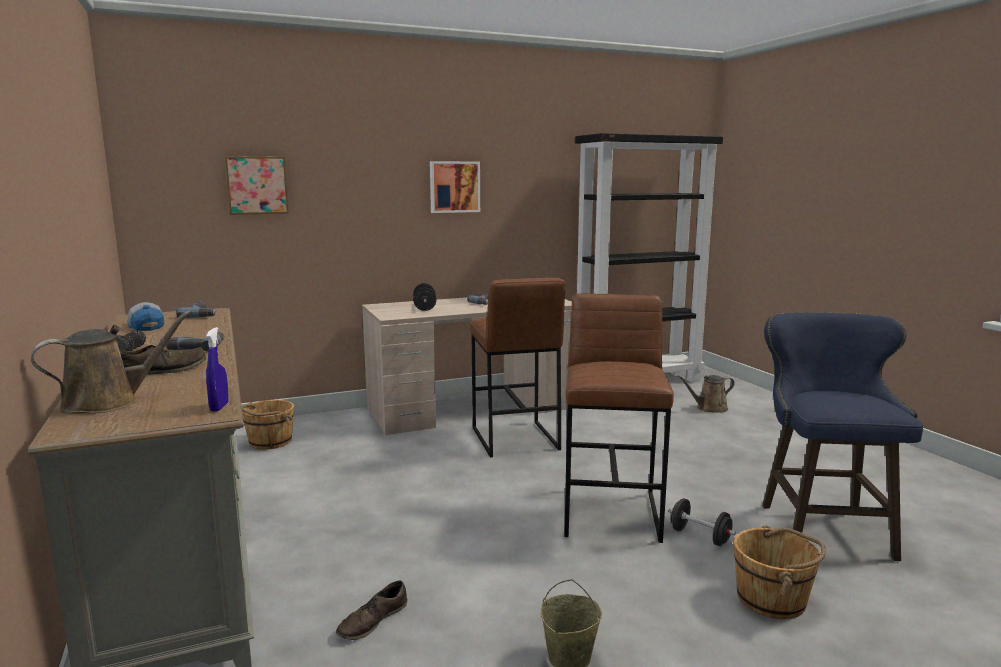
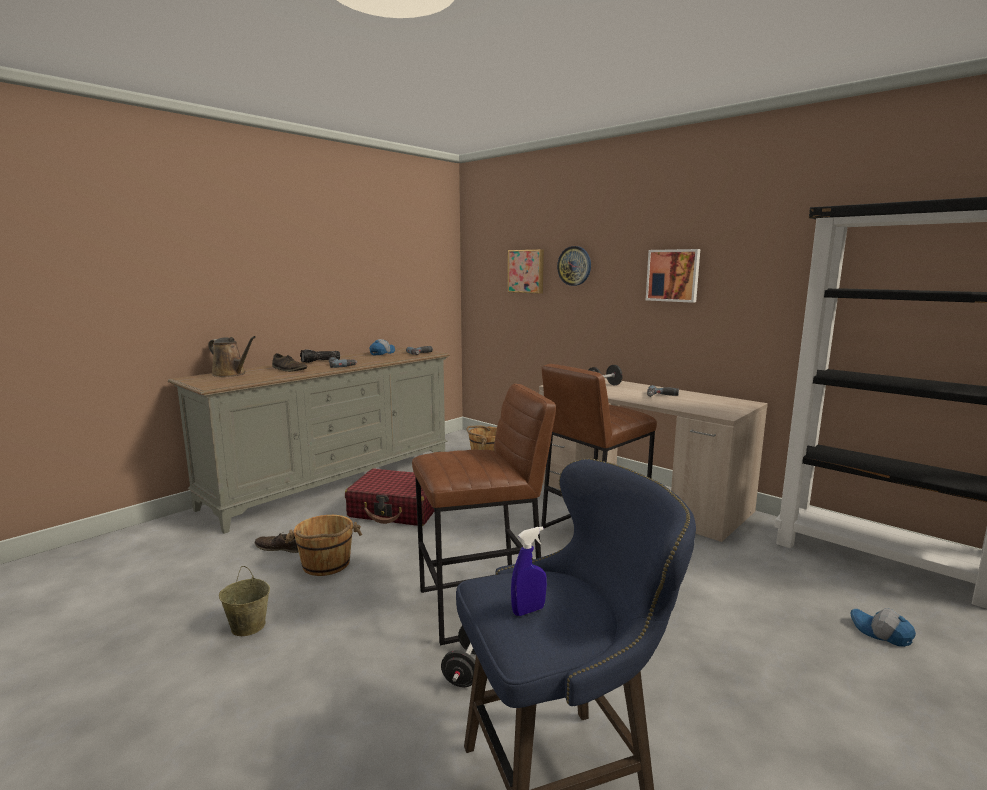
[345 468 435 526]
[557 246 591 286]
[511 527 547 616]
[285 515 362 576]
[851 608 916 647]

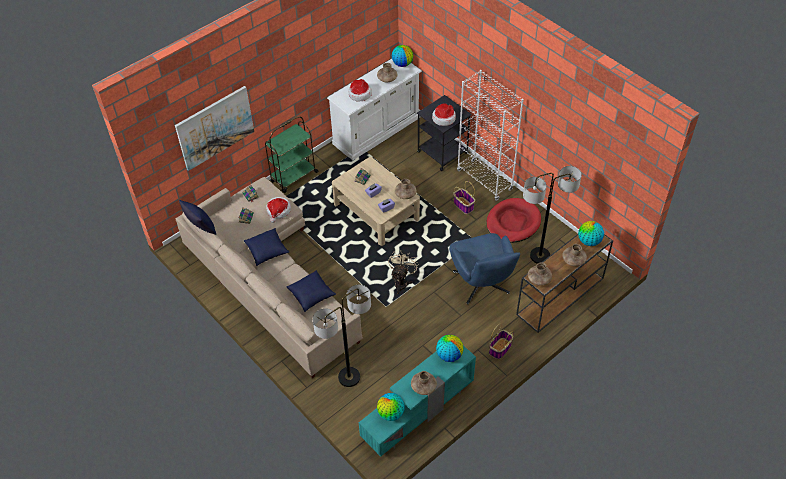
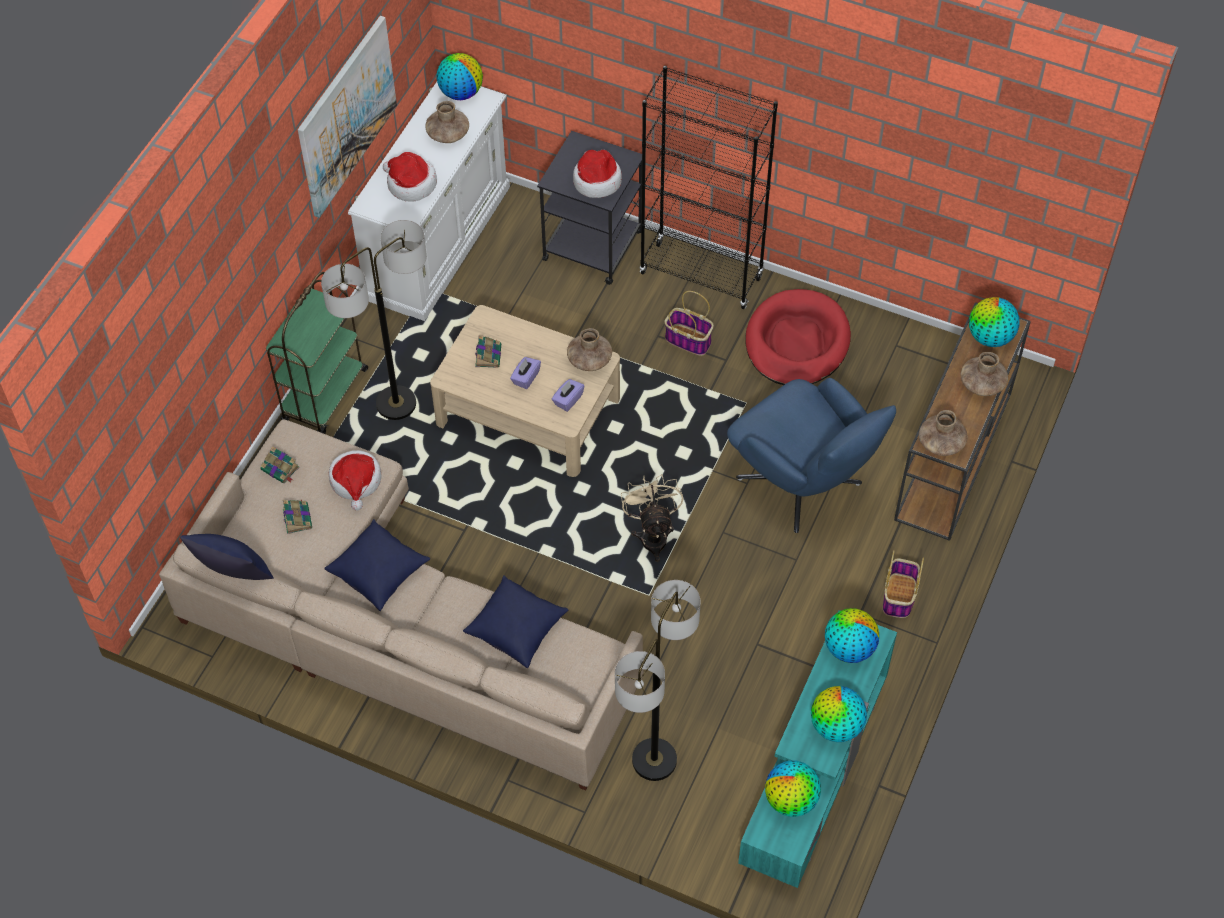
[298 16 397 218]
[321 220 427 420]
[811 686 867 742]
[640 66 778 309]

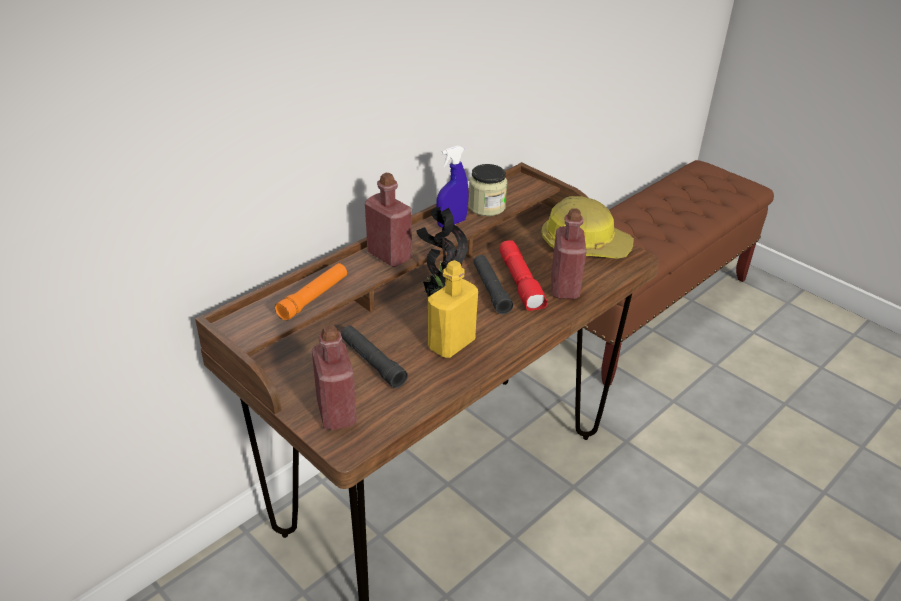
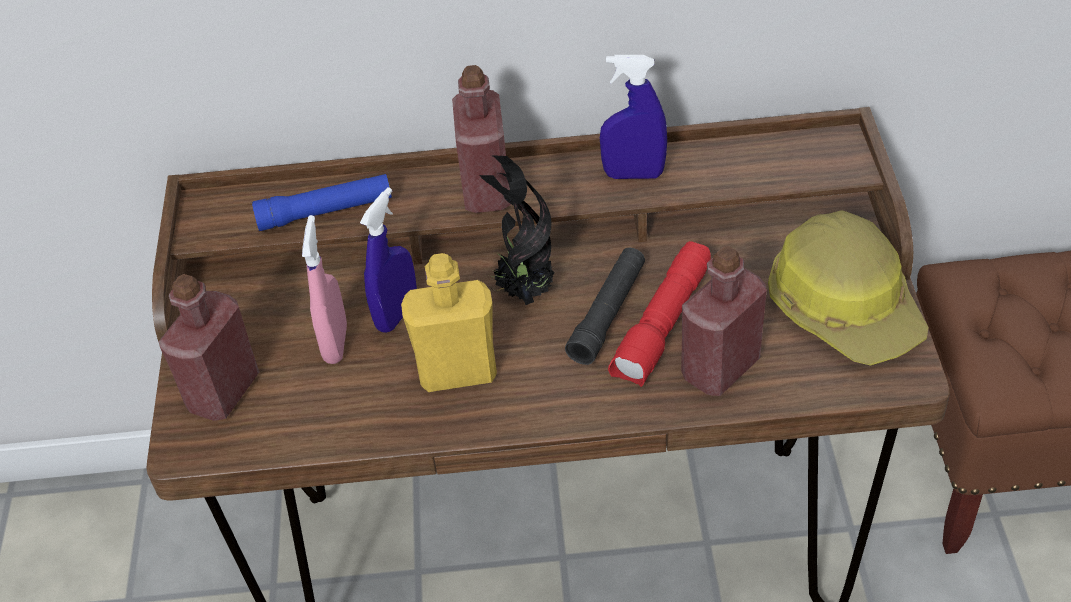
[468 164 507 216] (first image)
[360 187 417 333]
[302 215 347 364]
[252 174 392 231]

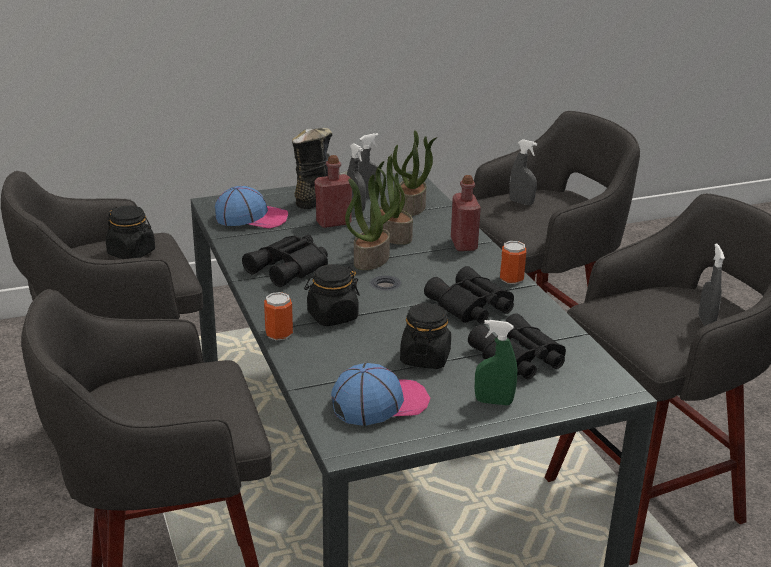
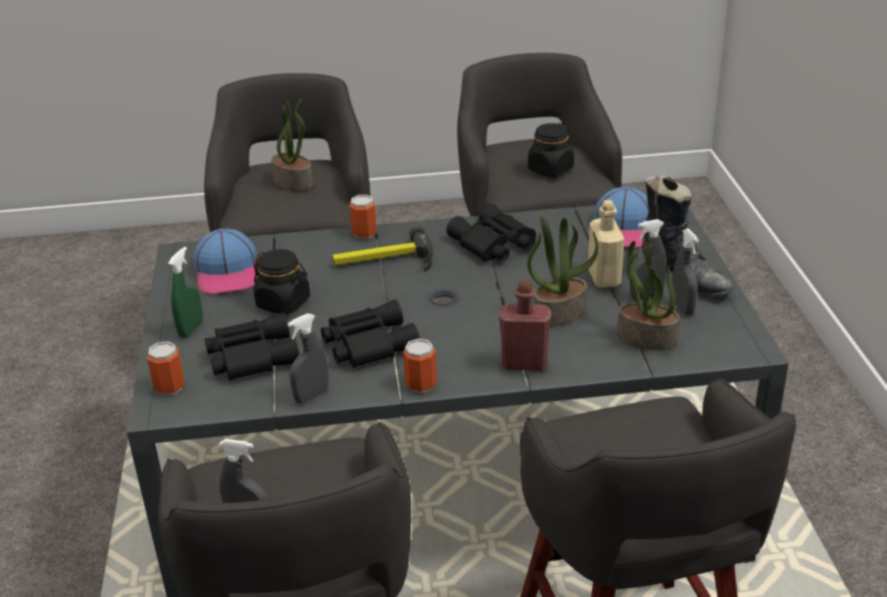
[147 341 184 395]
[271 99 313 191]
[287 313 329 404]
[332 226 433 272]
[588 200 624 288]

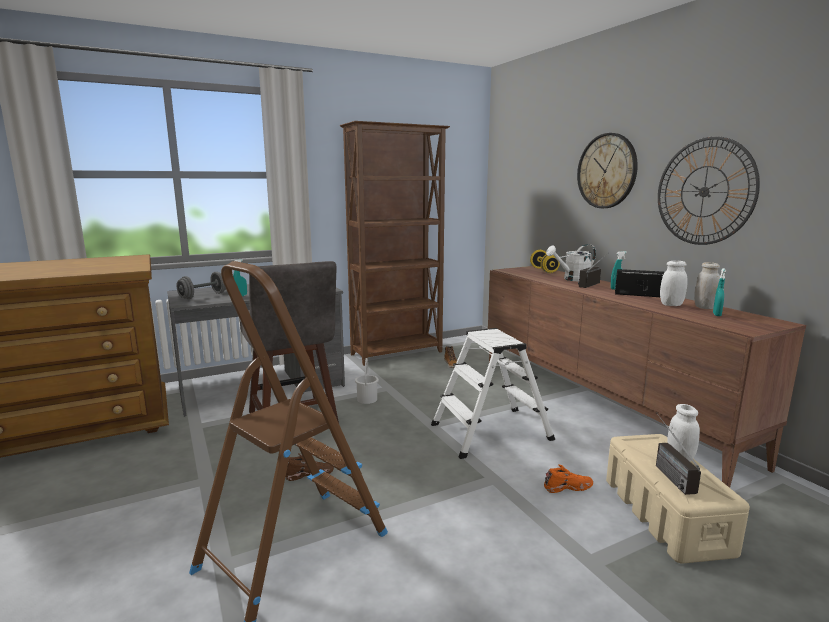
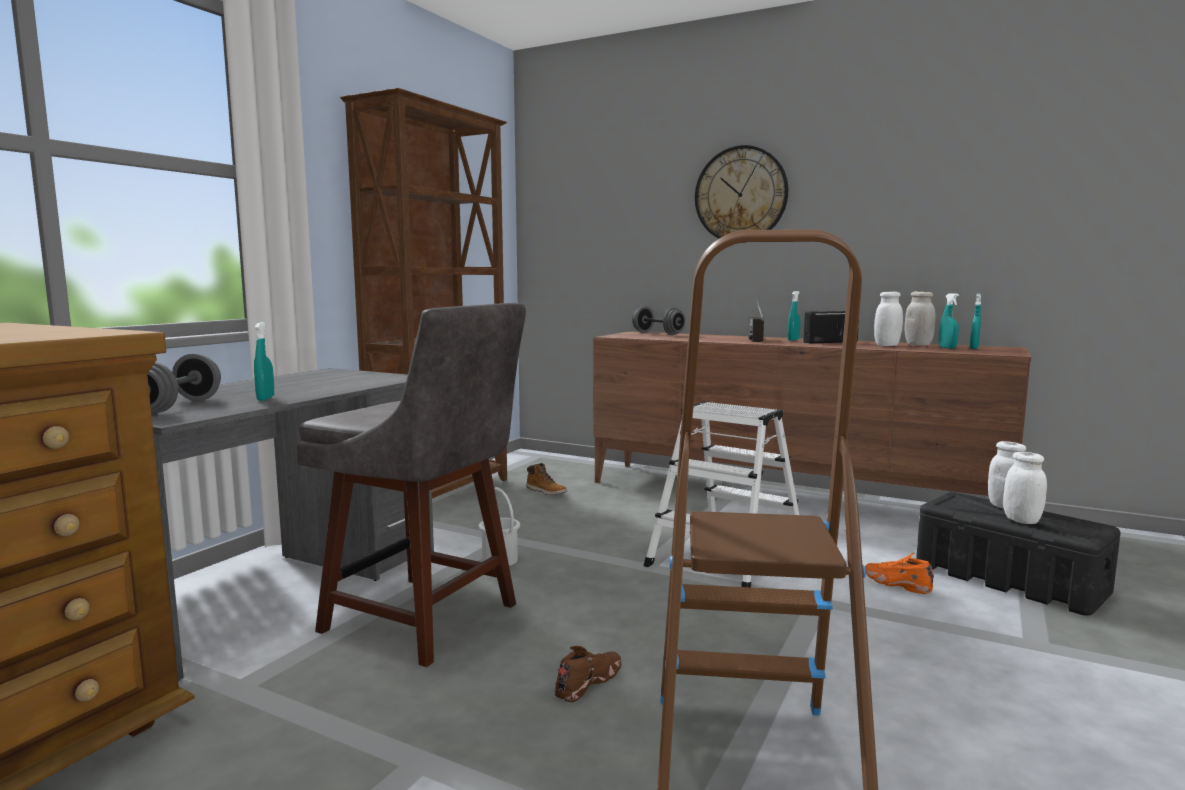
[546 244 596 282] (first image)
[658 136 760 245] (first image)
[970 294 981 349]
[1003 452 1047 524]
[632 306 686 335]
[916 492 1121 616]
[865 552 934 594]

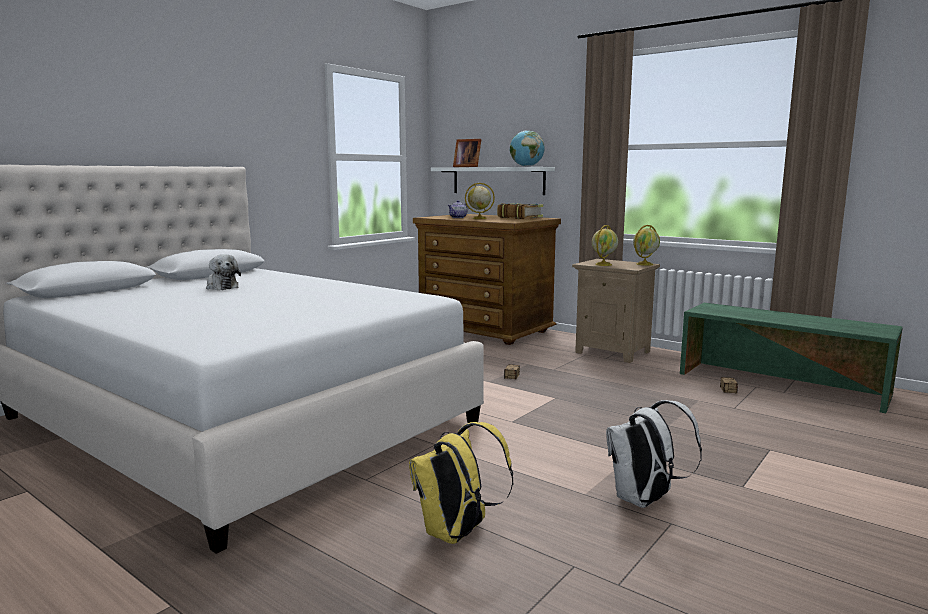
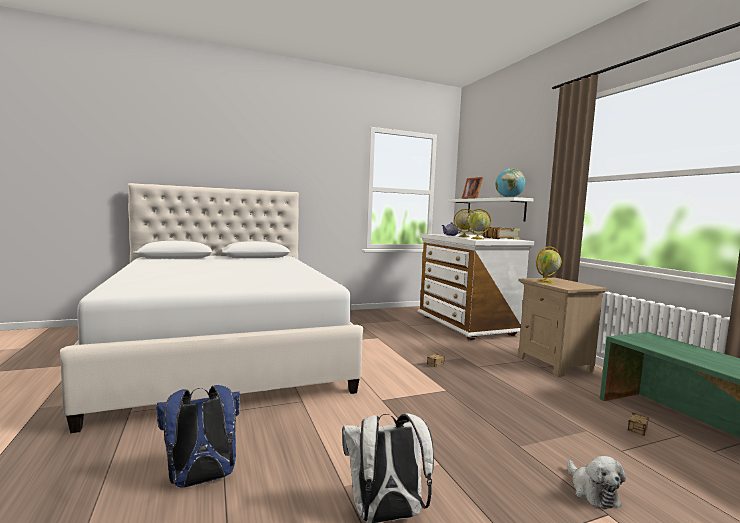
[567 456 626 509]
[466 209 491 240]
[156 385 240 488]
[417 234 534 340]

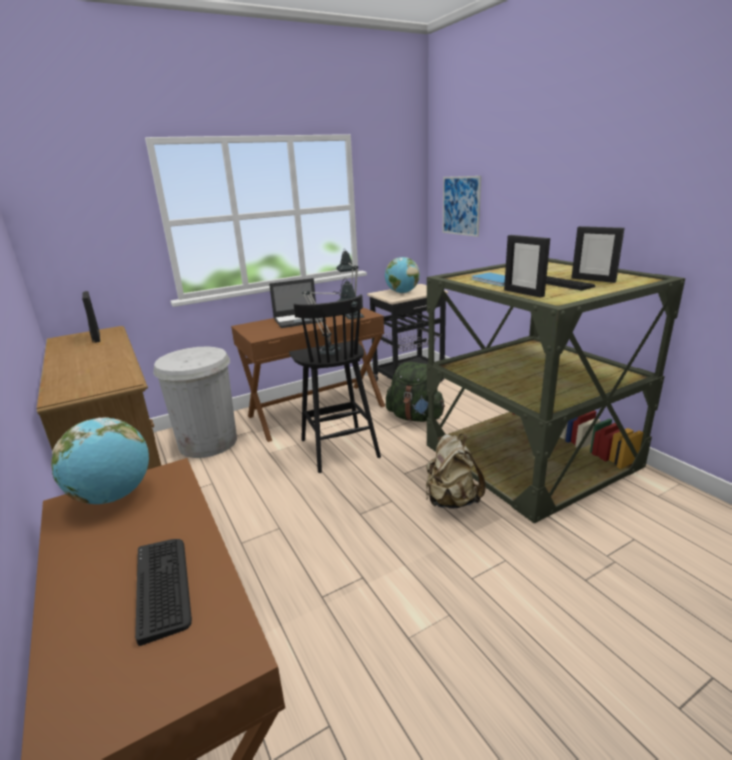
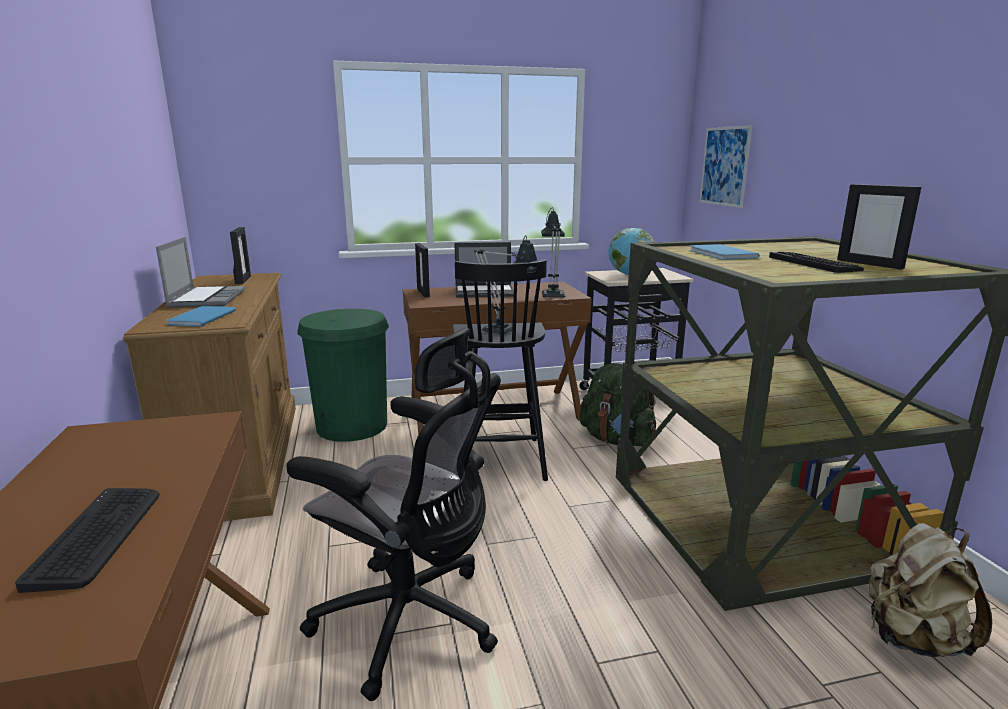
[51 417 149 504] (first image)
[156 237 245 308]
[166 306 236 326]
[287 327 501 701]
[868 523 992 657]
[415 243 430 297]
[297 309 389 442]

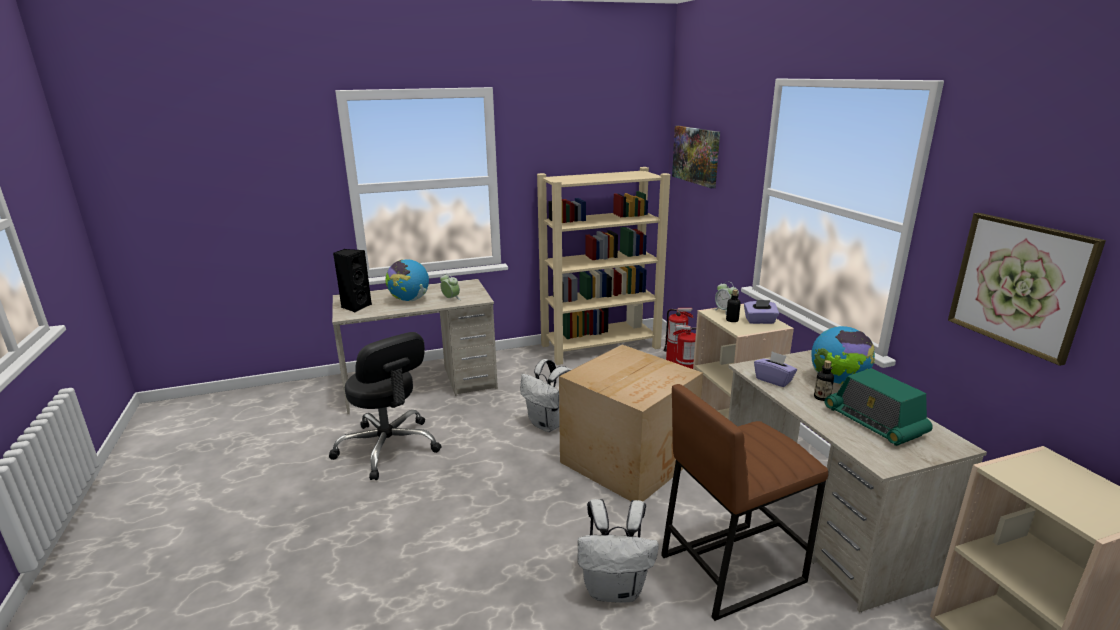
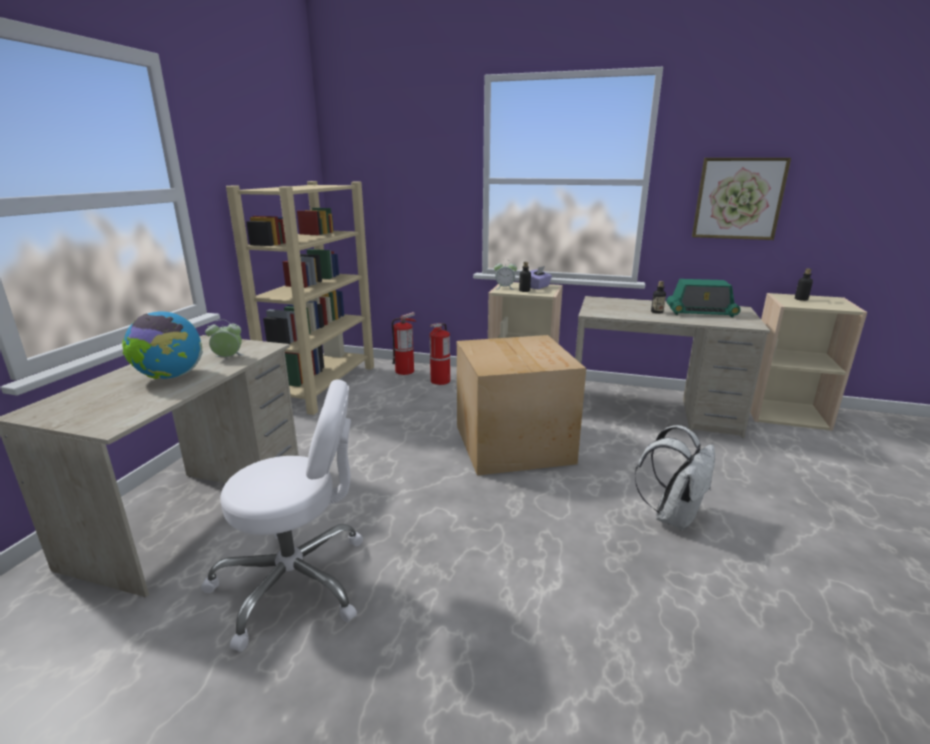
[333 249 372 313] (first image)
[520 359 572 432] (first image)
[661 384 828 621] (first image)
[672 126 720 188] (first image)
[754 351 797 387] (first image)
[811 326 875 384] (first image)
[795 268 813 301]
[201 380 363 652]

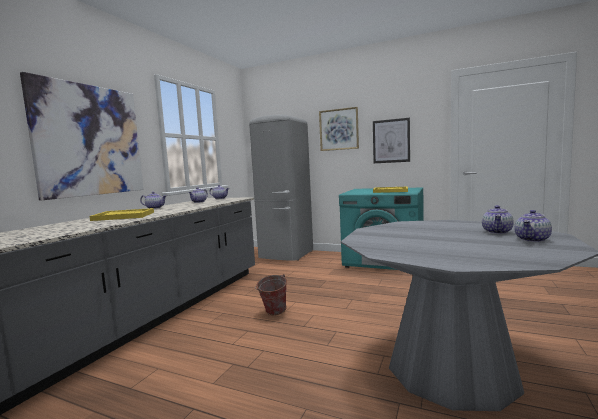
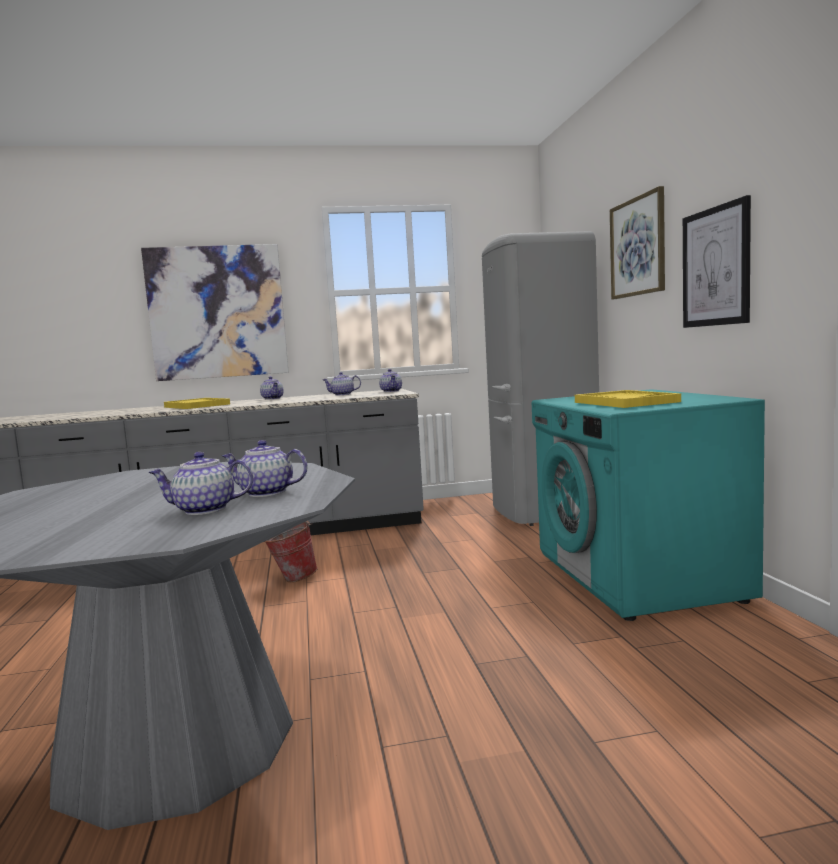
[222 440 308 497]

